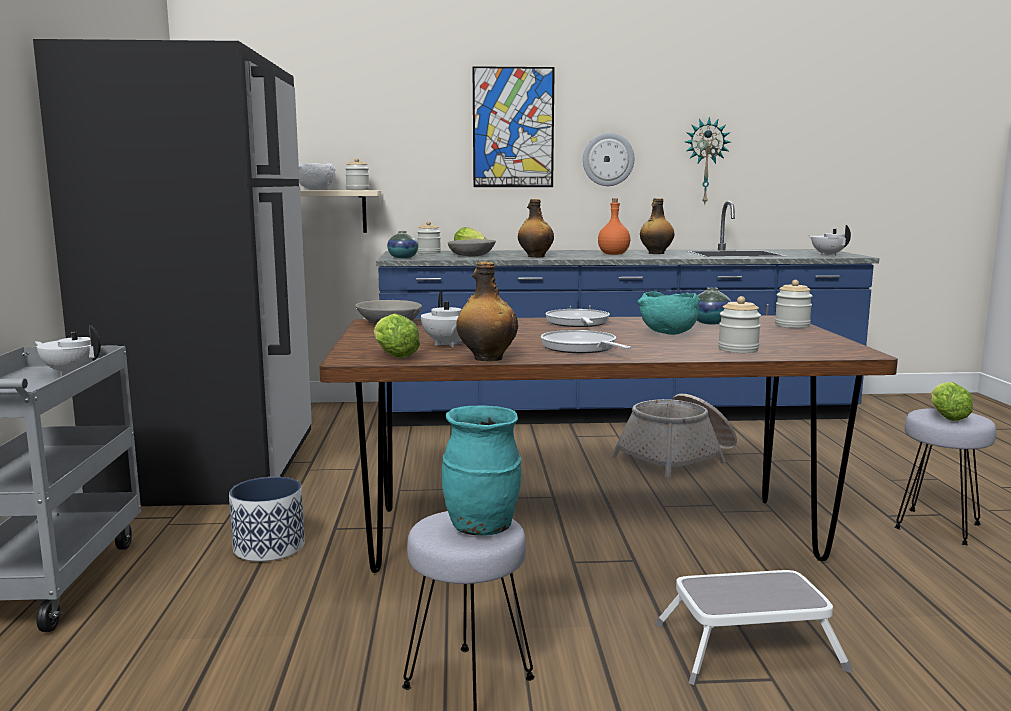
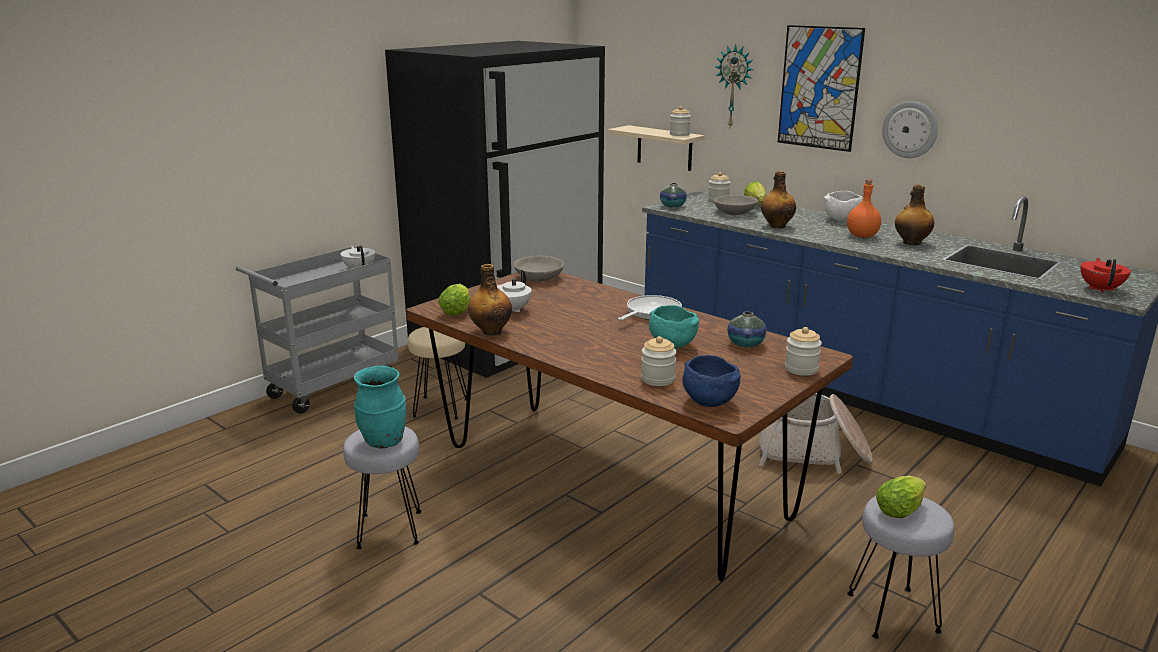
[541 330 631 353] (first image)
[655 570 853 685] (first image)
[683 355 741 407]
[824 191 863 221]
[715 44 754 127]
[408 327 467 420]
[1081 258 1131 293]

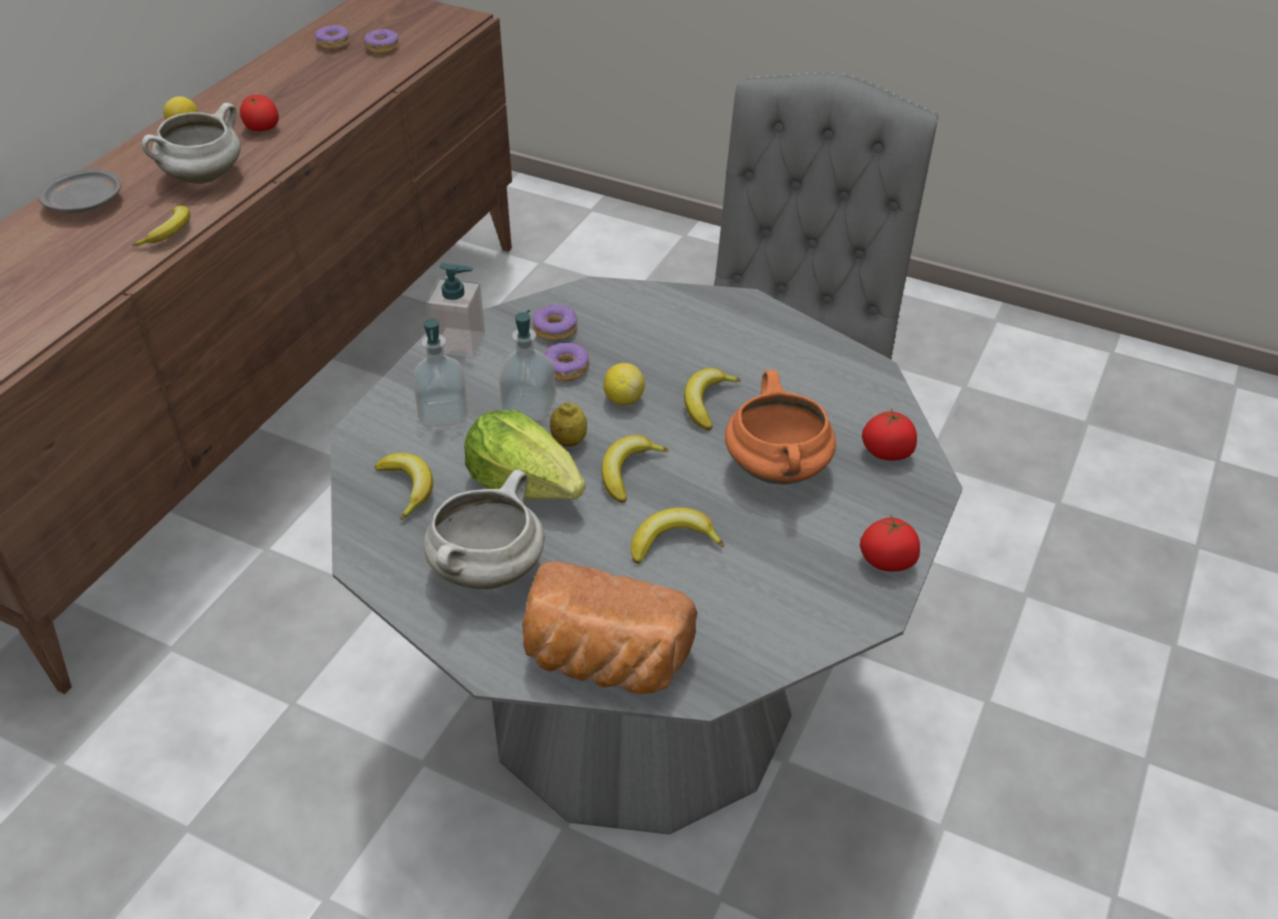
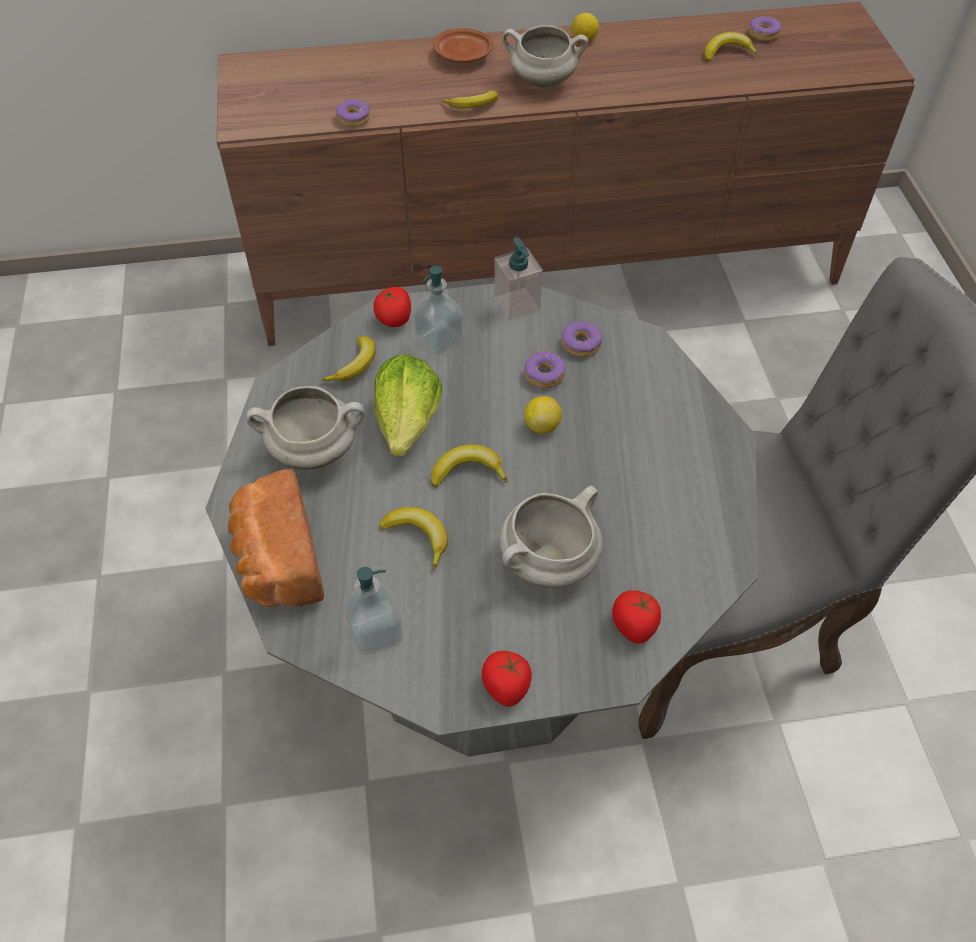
[550 402 587 447] (first image)
[373 287 411 327]
[336 99 370 127]
[343 567 403 655]
[704 32 758 62]
[433 28 493 63]
[499 485 603 588]

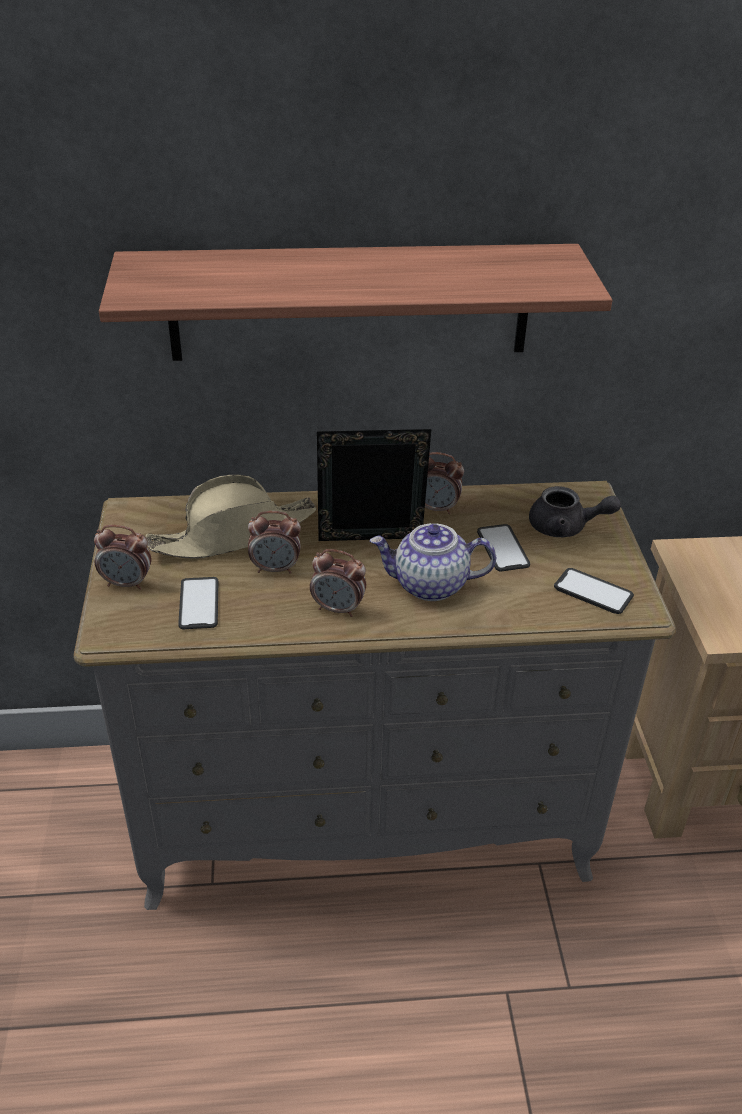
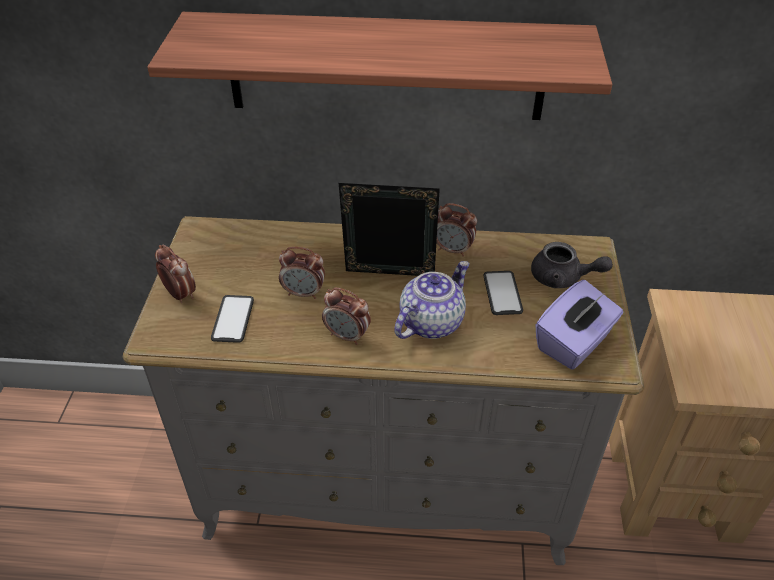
[145 475 316 559] (first image)
[535 280 623 370]
[155 244 196 303]
[395 261 469 339]

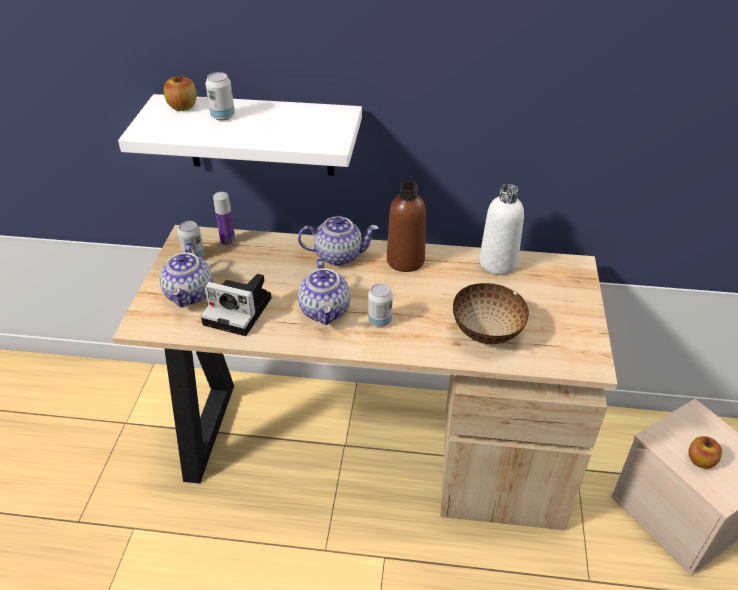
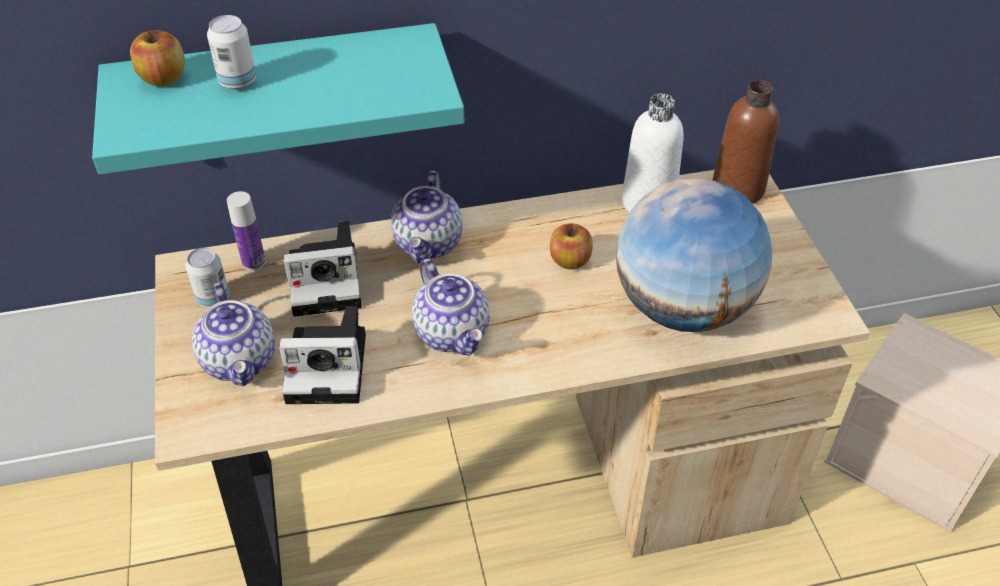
[368 284 393 327] (first image)
[284 221 362 317]
[713 80 779 204]
[550 223 593 270]
[616 178 772 332]
[92 23 464 174]
[391 171 463 263]

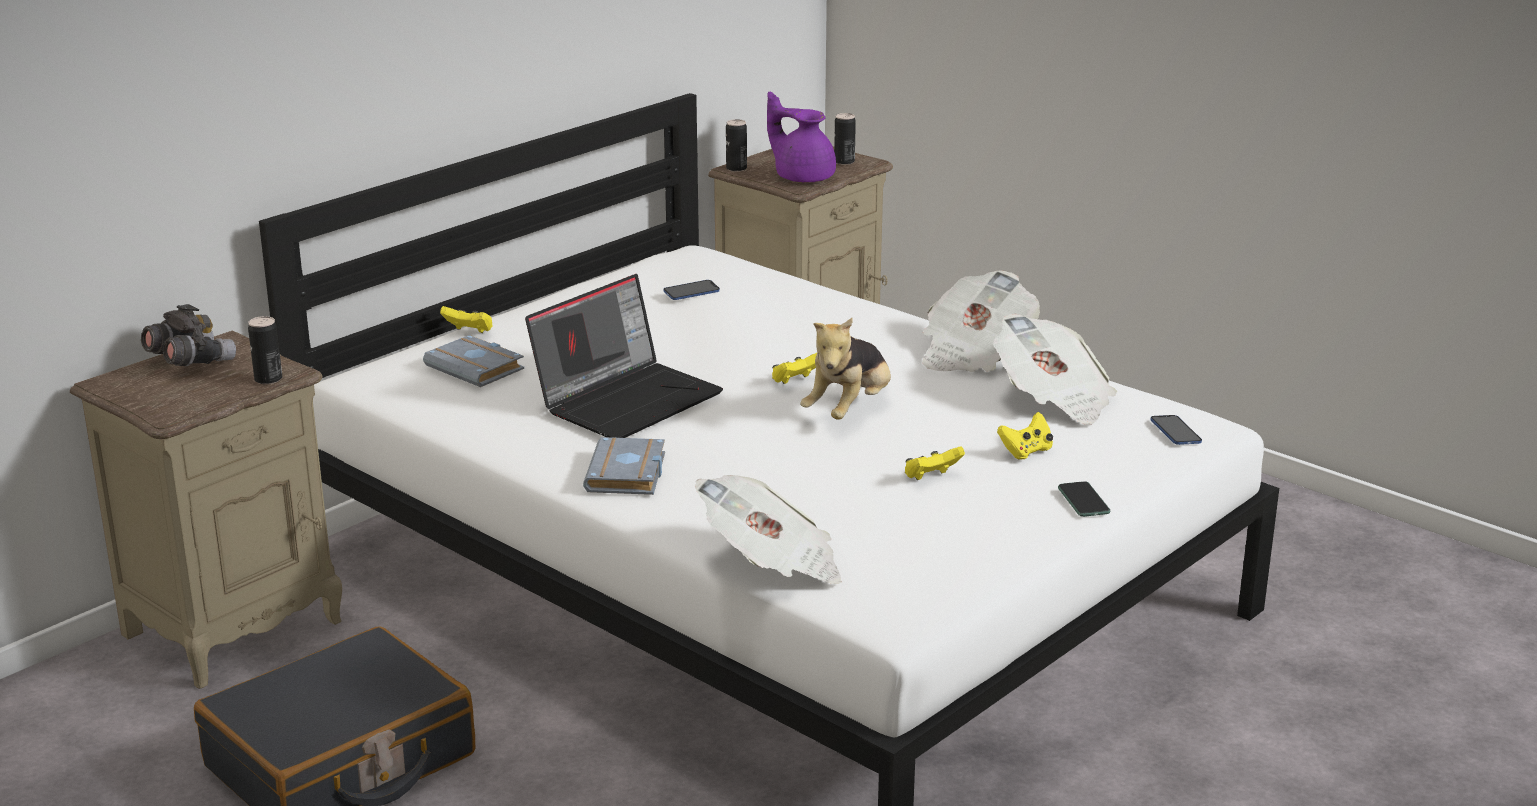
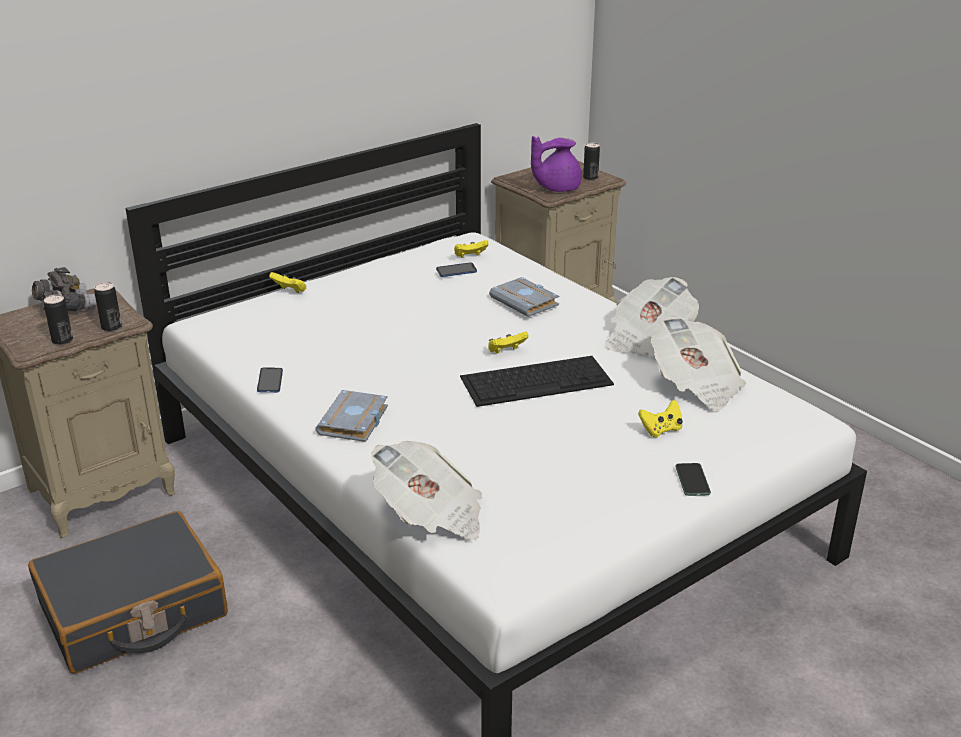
[525 274 723 438] (first image)
[489 277 559 317]
[44 295 73 345]
[454 240 489 258]
[257 367 283 393]
[460 356 614 407]
[531 136 582 192]

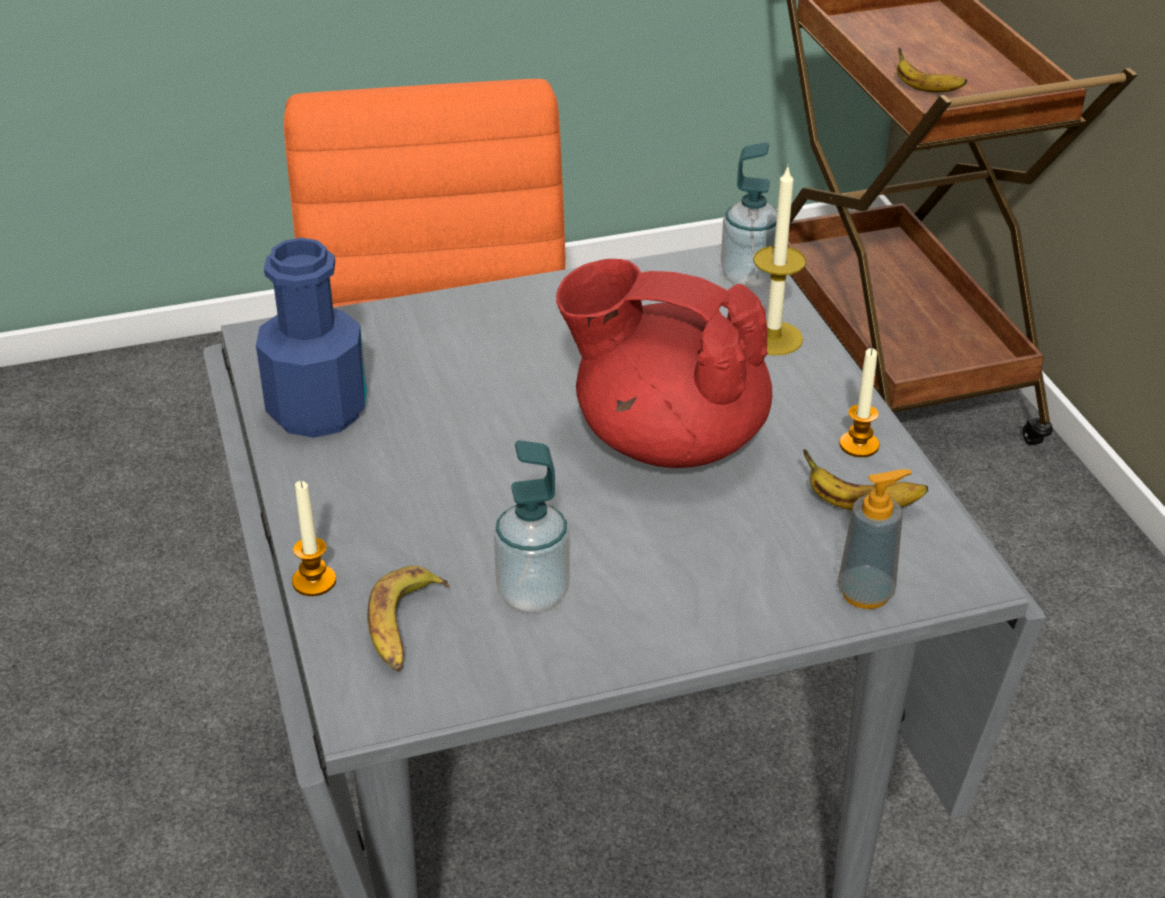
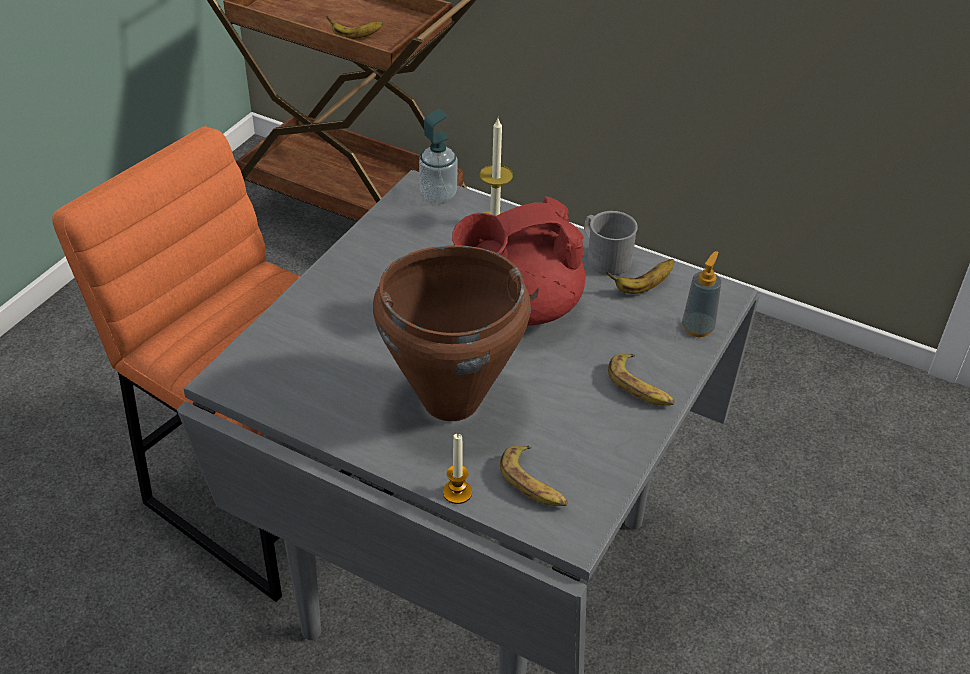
[256 238 367 438] (first image)
[494 440 570 612] (first image)
[373 245 531 421]
[608 354 675 405]
[584 211 638 275]

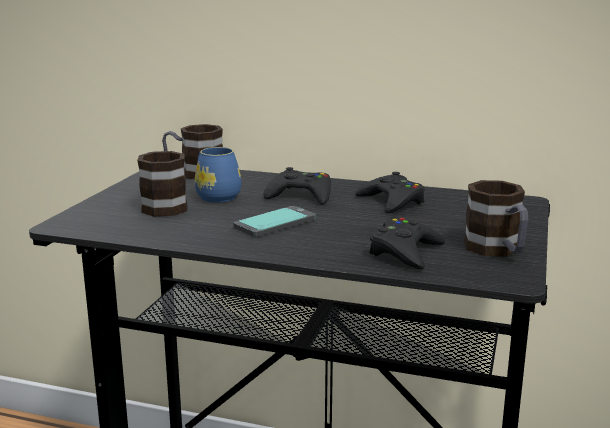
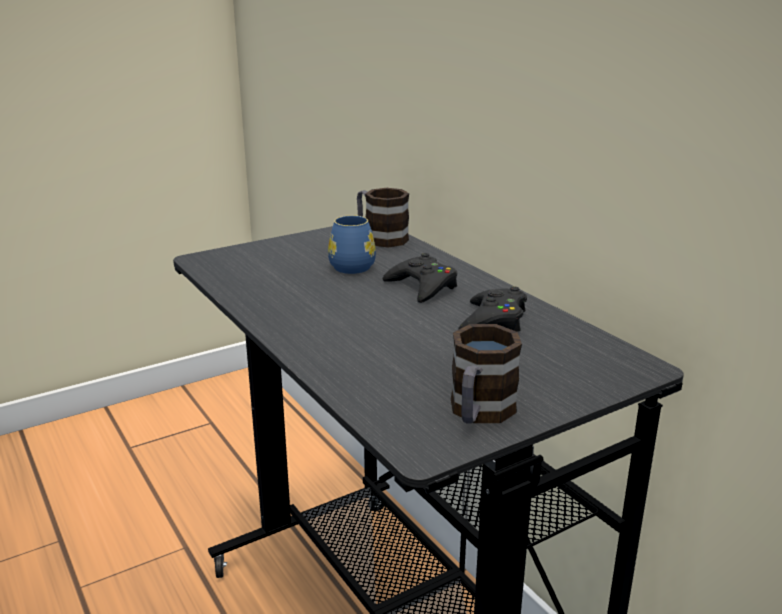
[137 151 188 217] (first image)
[233 206 316 237] (first image)
[369 218 445 269] (first image)

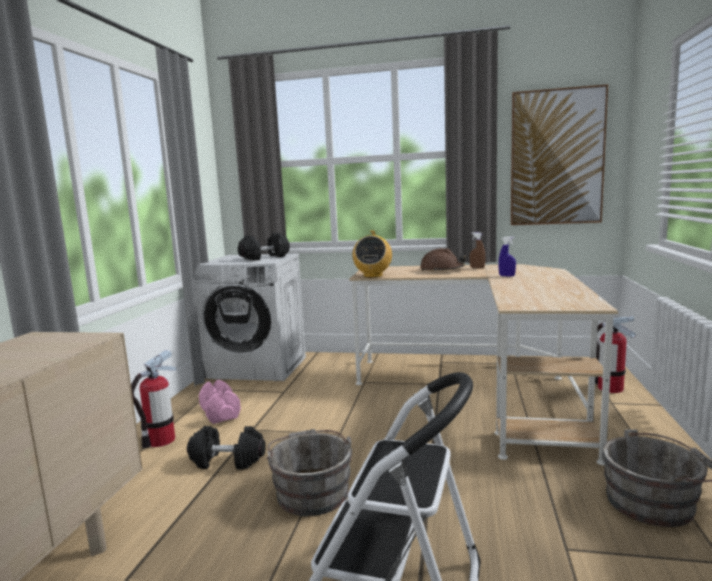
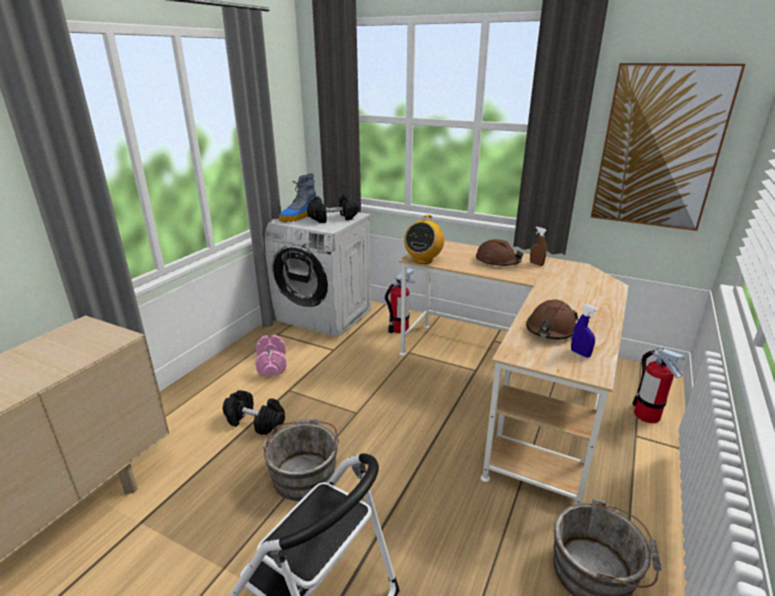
[279 174 316 222]
[526 299 578 339]
[385 268 415 333]
[571 304 599 358]

